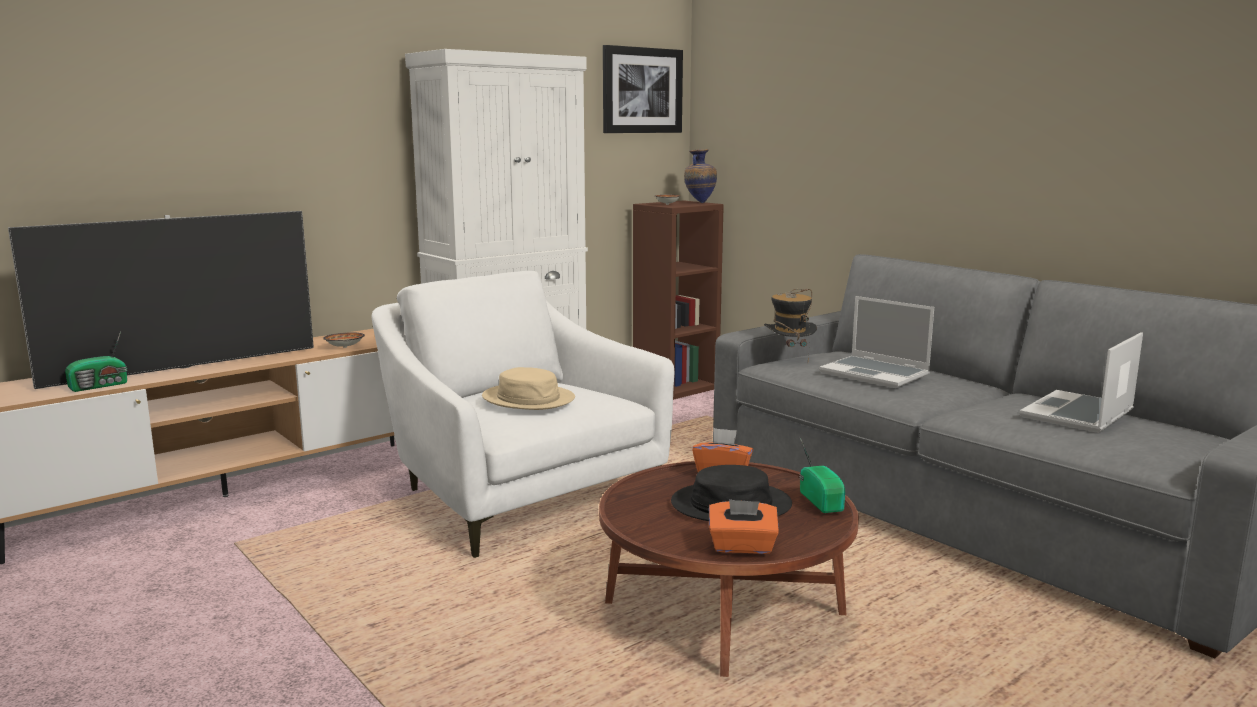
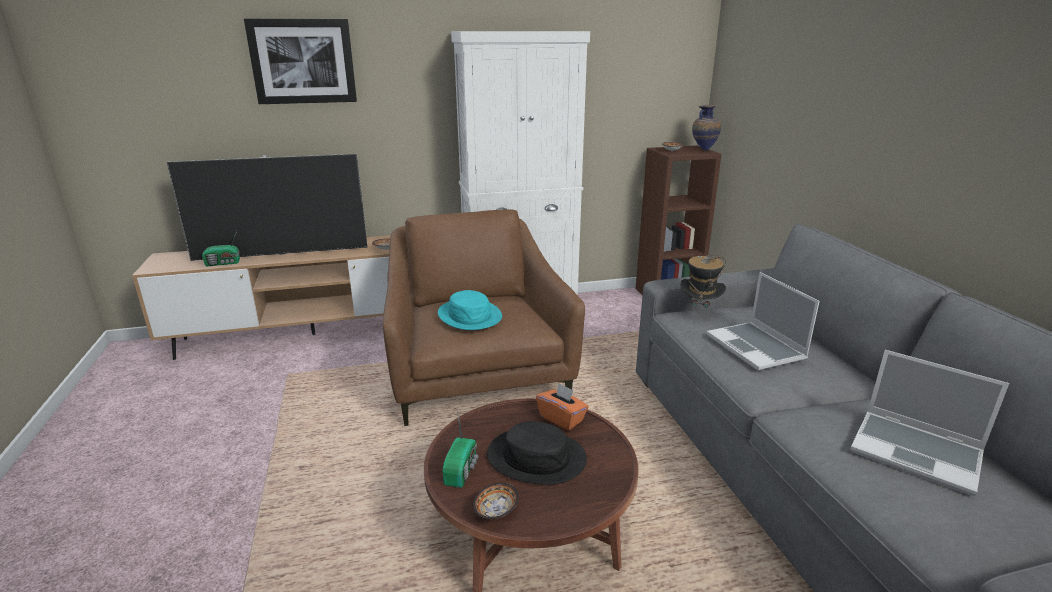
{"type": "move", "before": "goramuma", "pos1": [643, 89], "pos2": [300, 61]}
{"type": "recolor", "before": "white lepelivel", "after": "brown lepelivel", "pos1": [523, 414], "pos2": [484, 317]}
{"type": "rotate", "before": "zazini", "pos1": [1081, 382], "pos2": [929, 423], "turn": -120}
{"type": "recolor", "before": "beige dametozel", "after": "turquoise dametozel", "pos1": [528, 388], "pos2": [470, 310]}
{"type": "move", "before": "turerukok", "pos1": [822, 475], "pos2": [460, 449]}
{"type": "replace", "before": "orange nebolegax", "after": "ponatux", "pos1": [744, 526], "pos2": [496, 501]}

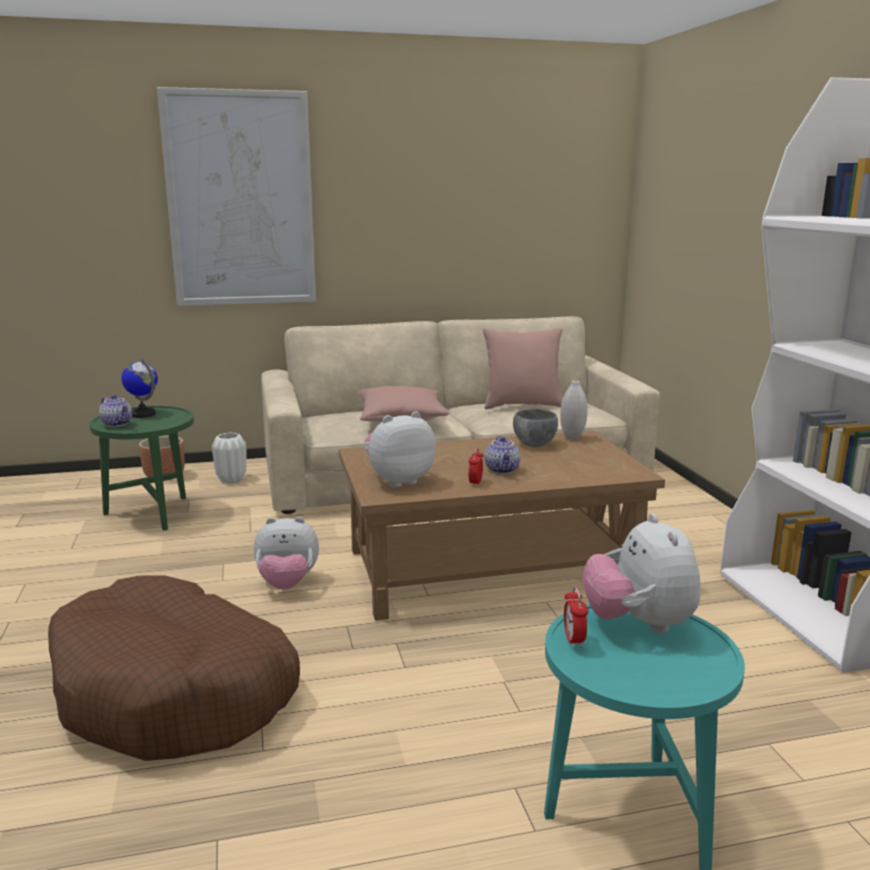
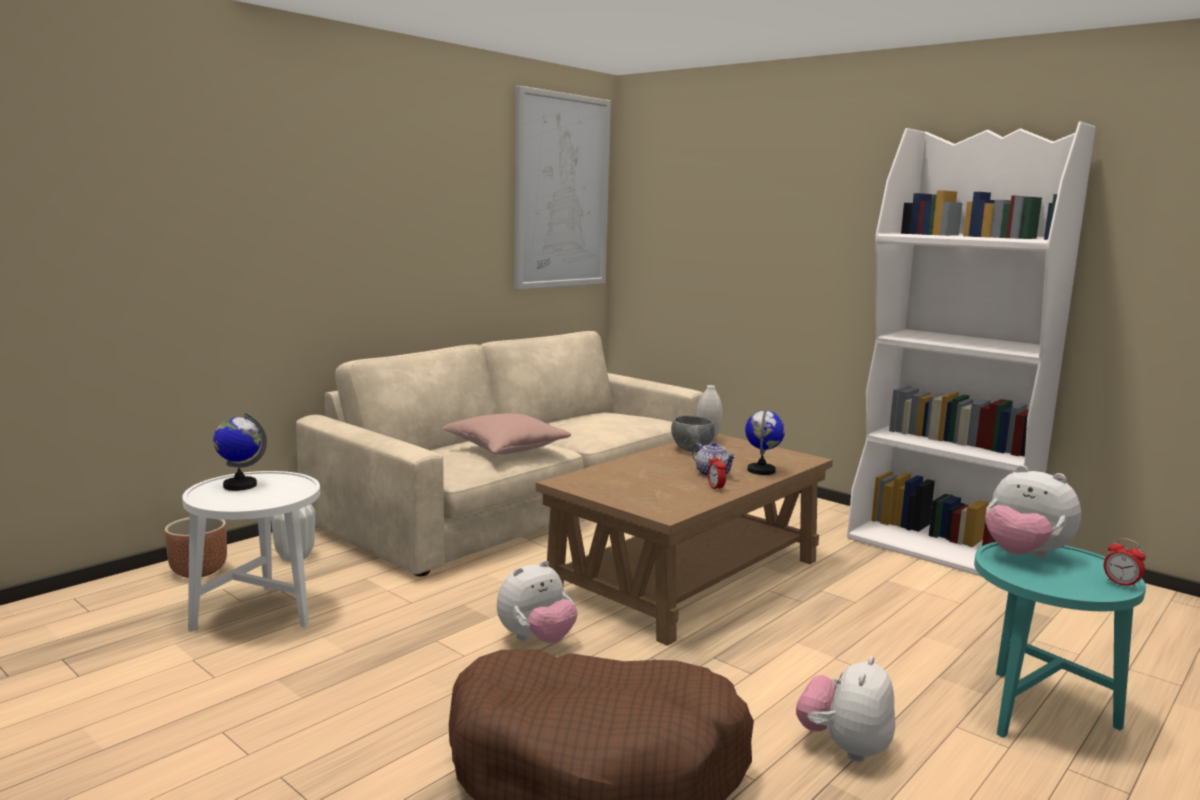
{"type": "move", "before": "goramuma", "pos1": [236, 196], "pos2": [562, 188]}
{"type": "delete", "before": "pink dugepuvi", "pos1": [523, 368]}
{"type": "delete", "before": "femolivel", "pos1": [115, 411]}
{"type": "recolor", "before": "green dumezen", "after": "white dumezen", "pos1": [141, 468], "pos2": [251, 551]}
{"type": "move", "before": "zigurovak", "pos1": [400, 449], "pos2": [845, 709]}
{"type": "move", "before": "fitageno", "pos1": [576, 617], "pos2": [1125, 563]}
{"type": "insert", "after": "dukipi", "pos2": [765, 441]}

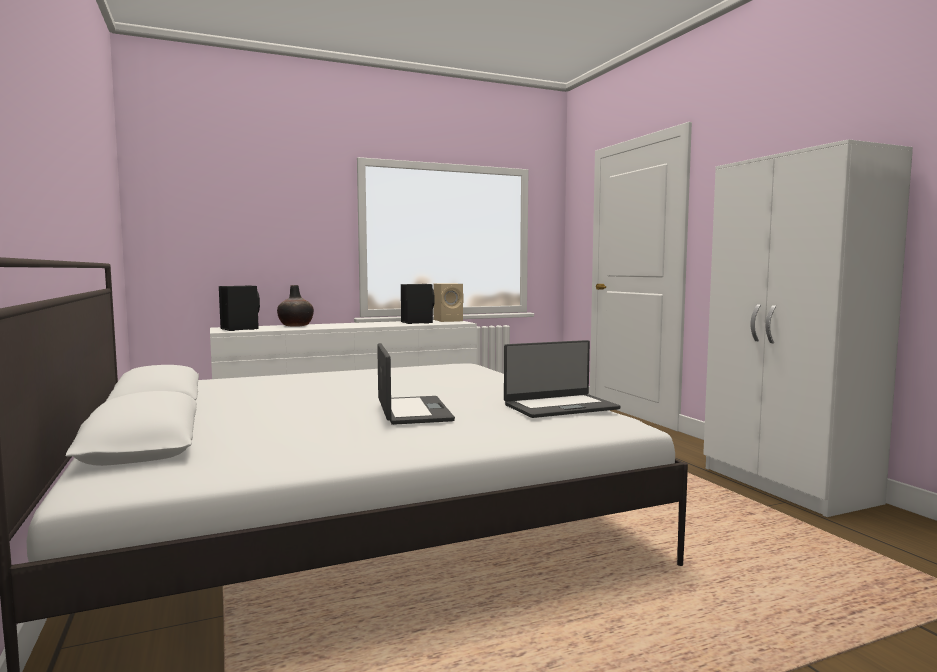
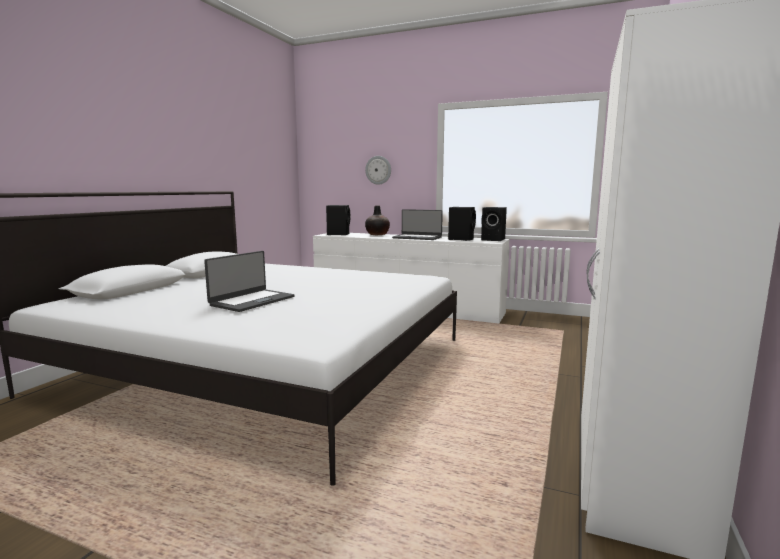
{"type": "recolor", "before": "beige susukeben", "after": "black susukeben", "pos1": [449, 302], "pos2": [494, 224]}
{"type": "move", "before": "zazini", "pos1": [562, 379], "pos2": [417, 224]}
{"type": "insert", "after": "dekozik", "pos2": [378, 170]}

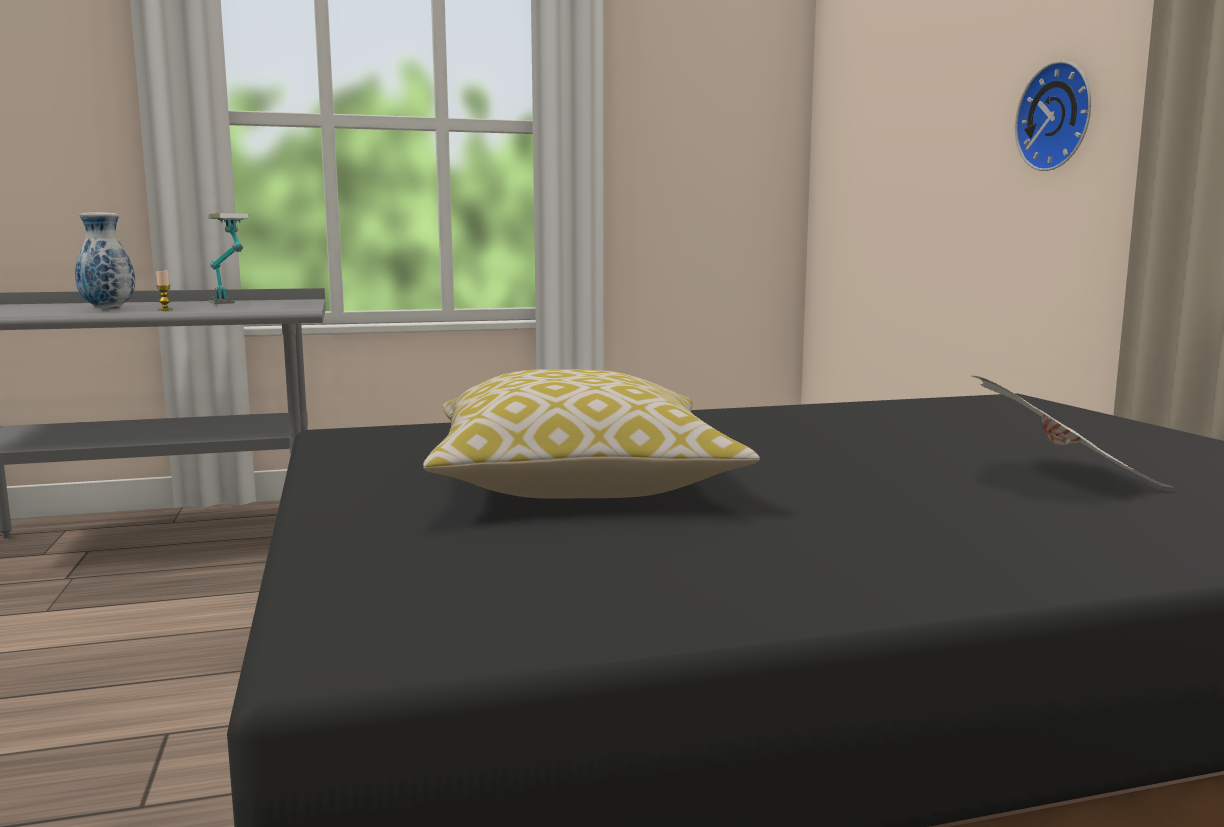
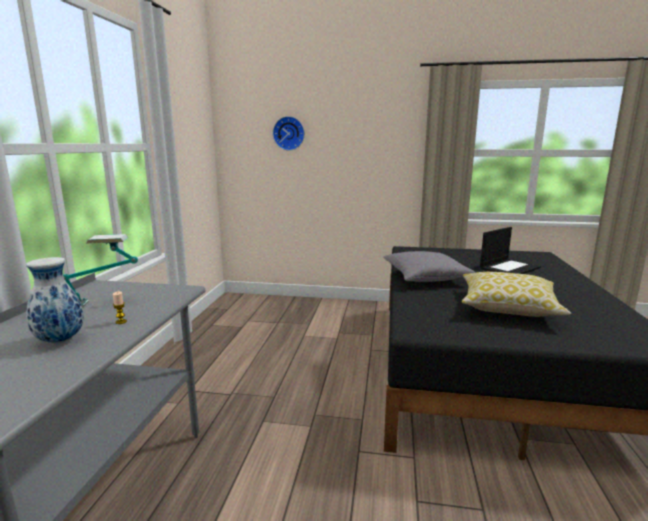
{"type": "move", "before": "dekozik", "pos1": [1053, 116], "pos2": [289, 133]}
{"type": "replace", "before": "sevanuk", "after": "zazini", "pos1": [1072, 431], "pos2": [510, 250]}
{"type": "insert", "after": "grey dugepuvi", "pos2": [429, 266]}

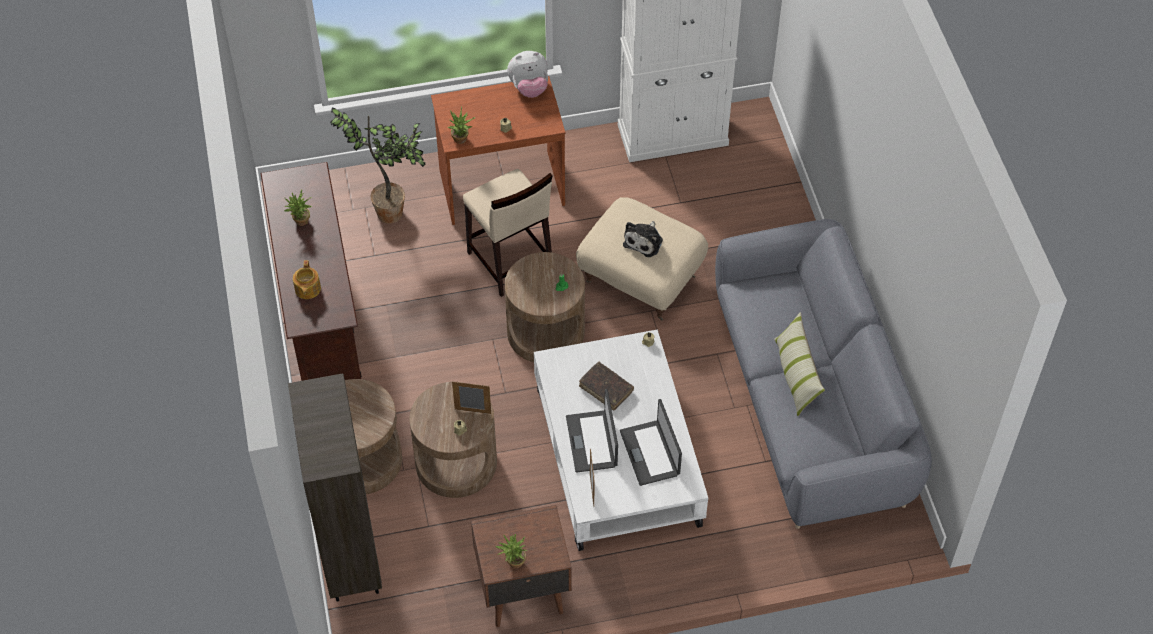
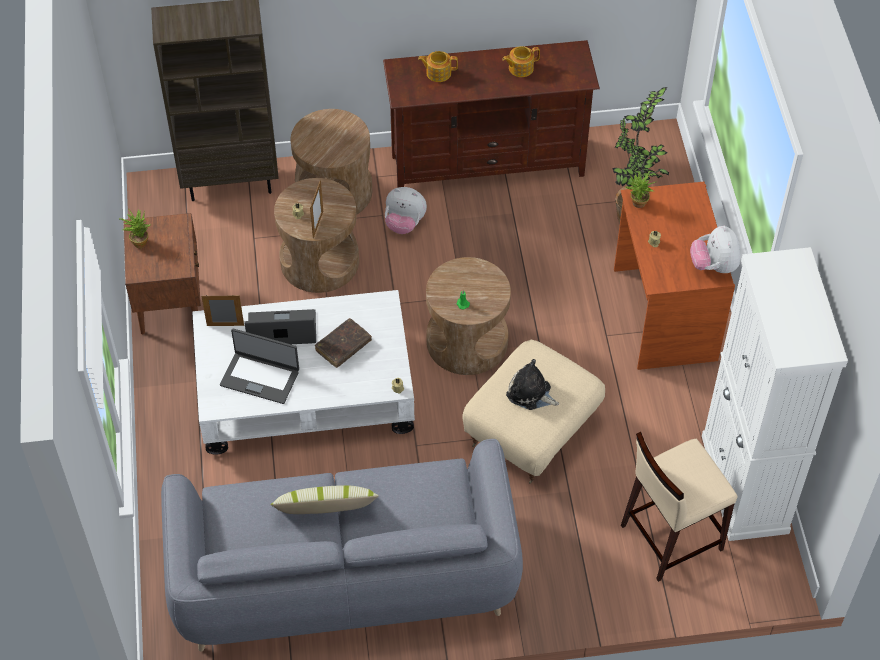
{"type": "move", "before": "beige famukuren", "pos1": [507, 233], "pos2": [679, 507]}
{"type": "replace", "before": "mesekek", "after": "femolivel", "pos1": [298, 208], "pos2": [521, 61]}
{"type": "rotate", "before": "zazini", "pos1": [651, 442], "pos2": [259, 366], "turn": -150}
{"type": "insert", "after": "zigurovak", "pos2": [406, 210]}

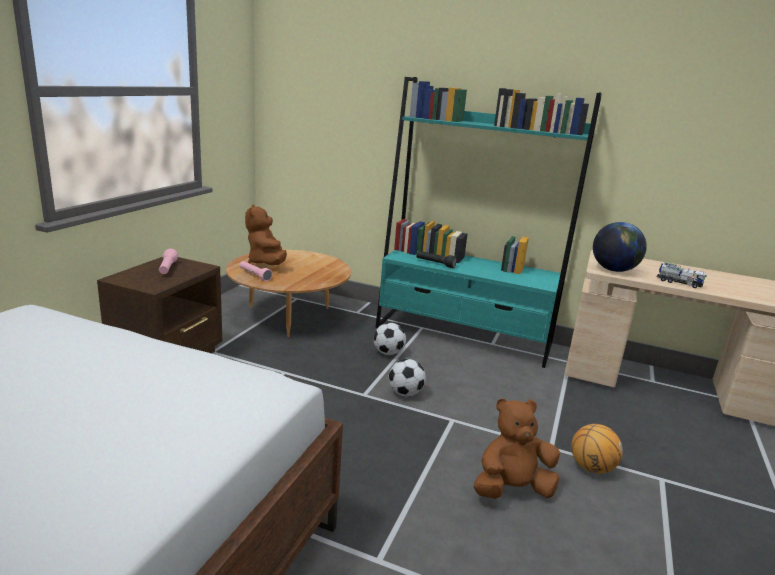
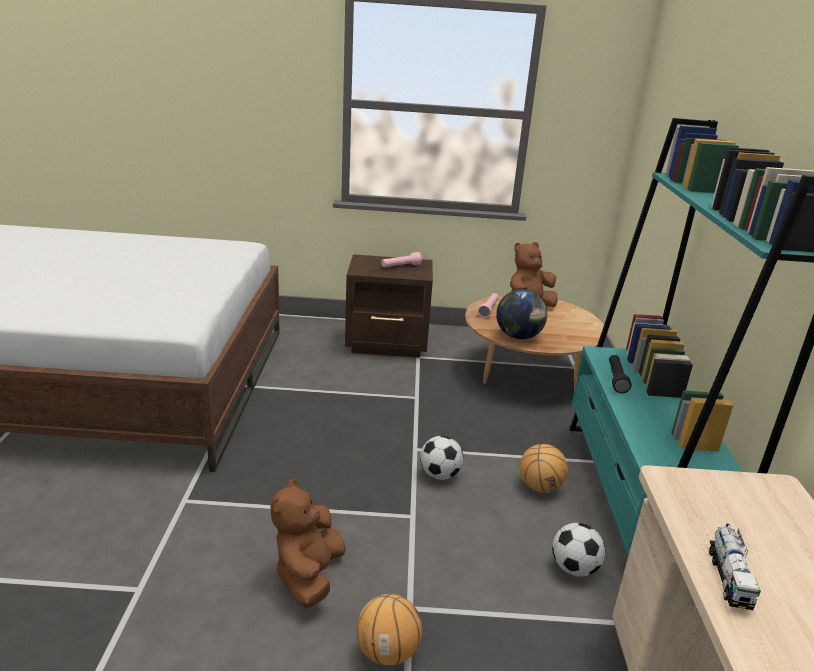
{"type": "move", "before": "dukipi", "pos1": [620, 247], "pos2": [521, 314]}
{"type": "move", "before": "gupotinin", "pos1": [390, 339], "pos2": [578, 549]}
{"type": "rotate", "before": "brown zigurovak", "pos1": [517, 448], "pos2": [308, 543], "turn": -135}
{"type": "insert", "after": "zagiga", "pos2": [544, 468]}

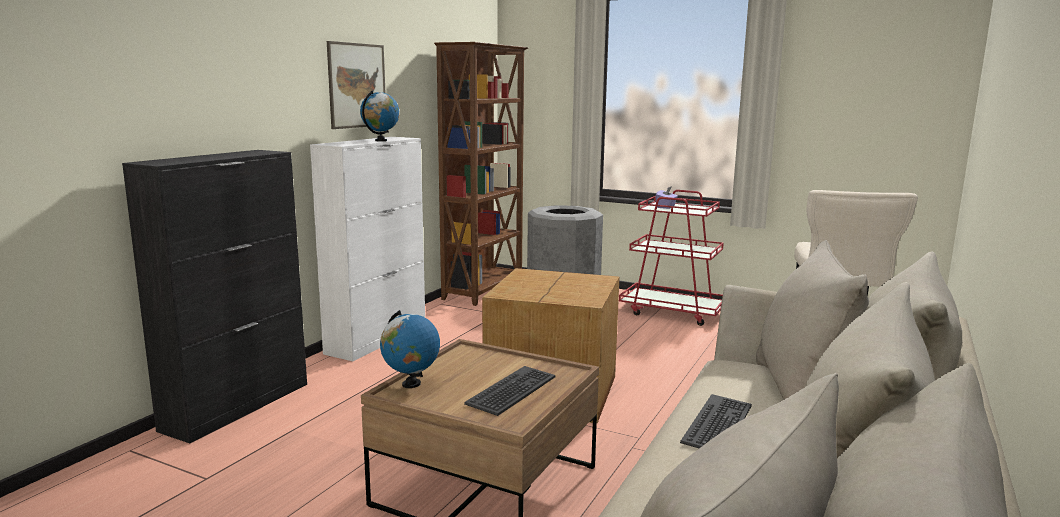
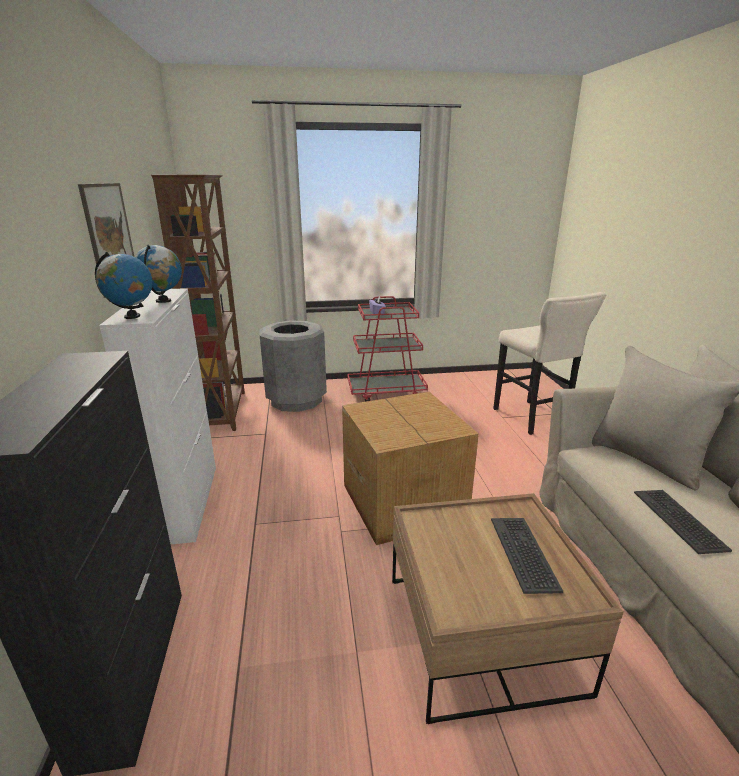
{"type": "move", "before": "dukipi", "pos1": [410, 349], "pos2": [124, 285]}

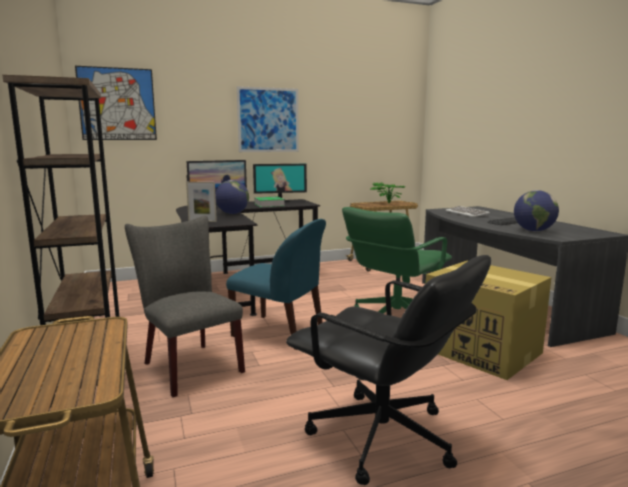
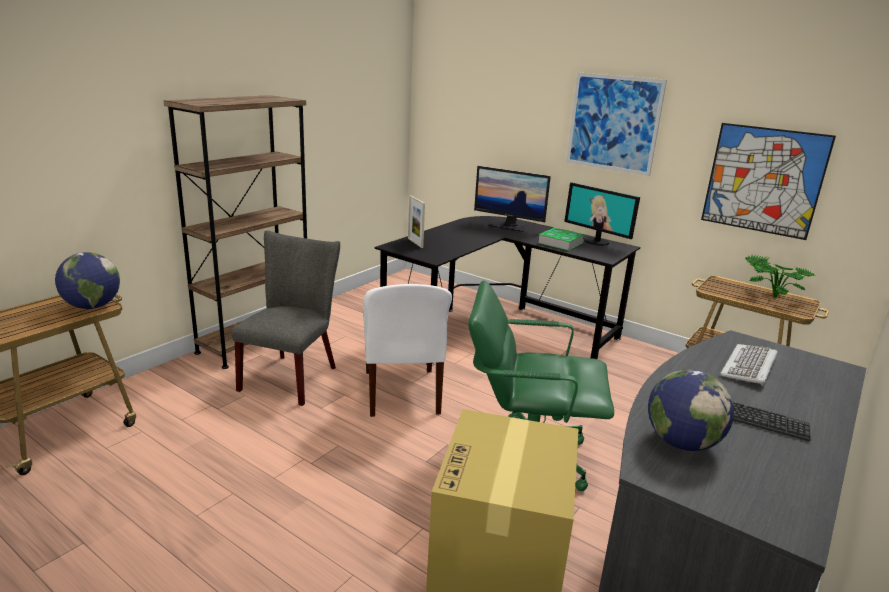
{"type": "move", "before": "goramuma", "pos1": [116, 103], "pos2": [768, 181]}
{"type": "move", "before": "dukipi", "pos1": [232, 197], "pos2": [87, 280]}
{"type": "recolor", "before": "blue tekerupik", "after": "white tekerupik", "pos1": [276, 284], "pos2": [407, 350]}
{"type": "delete", "before": "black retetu", "pos1": [388, 370]}

